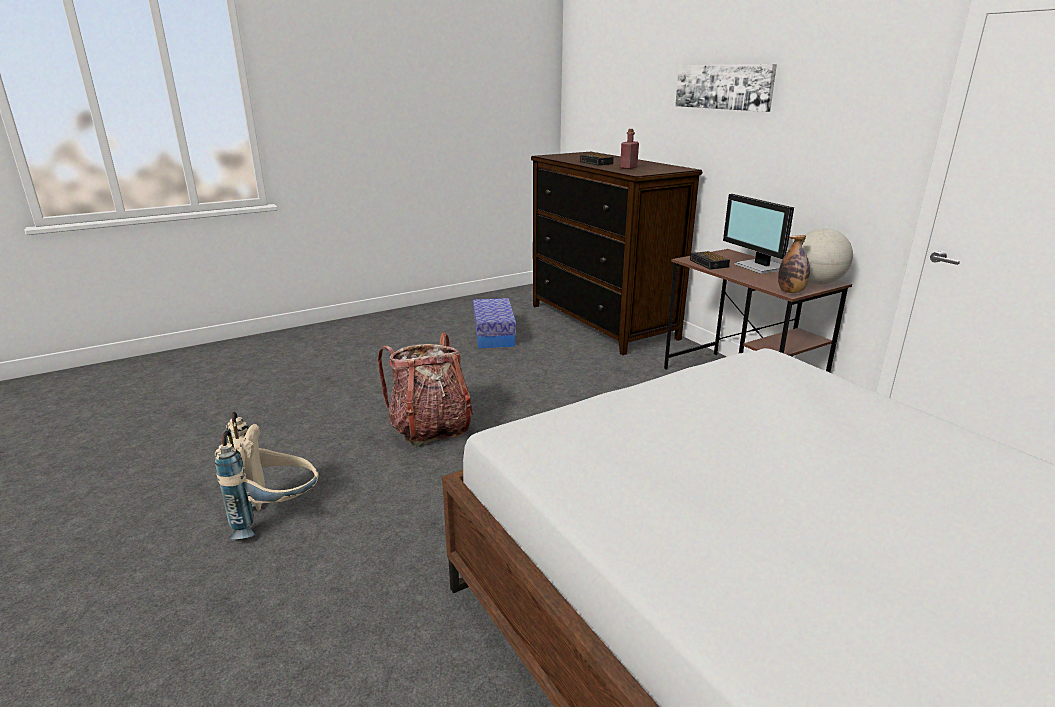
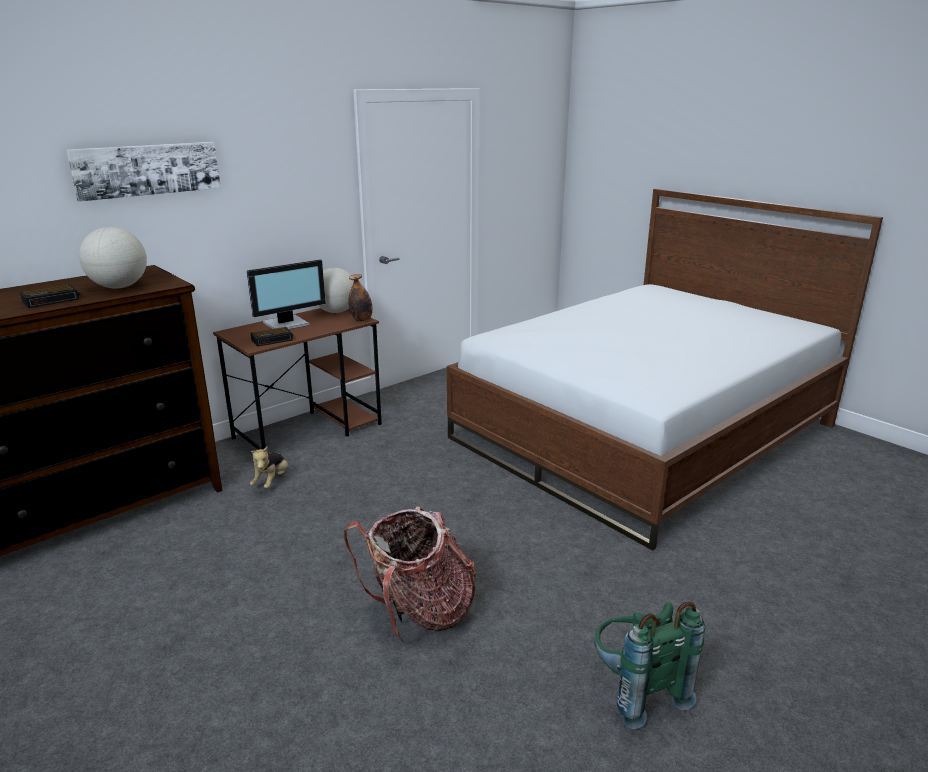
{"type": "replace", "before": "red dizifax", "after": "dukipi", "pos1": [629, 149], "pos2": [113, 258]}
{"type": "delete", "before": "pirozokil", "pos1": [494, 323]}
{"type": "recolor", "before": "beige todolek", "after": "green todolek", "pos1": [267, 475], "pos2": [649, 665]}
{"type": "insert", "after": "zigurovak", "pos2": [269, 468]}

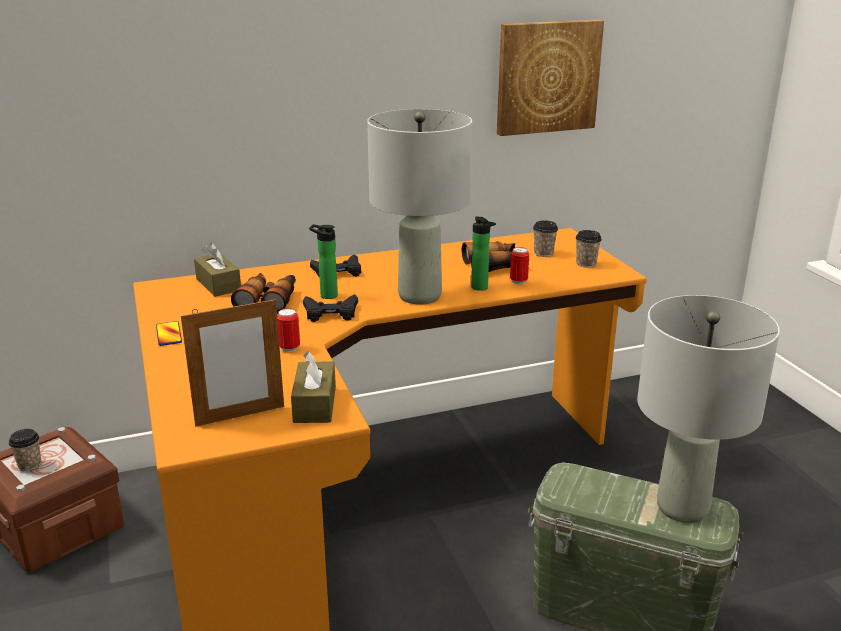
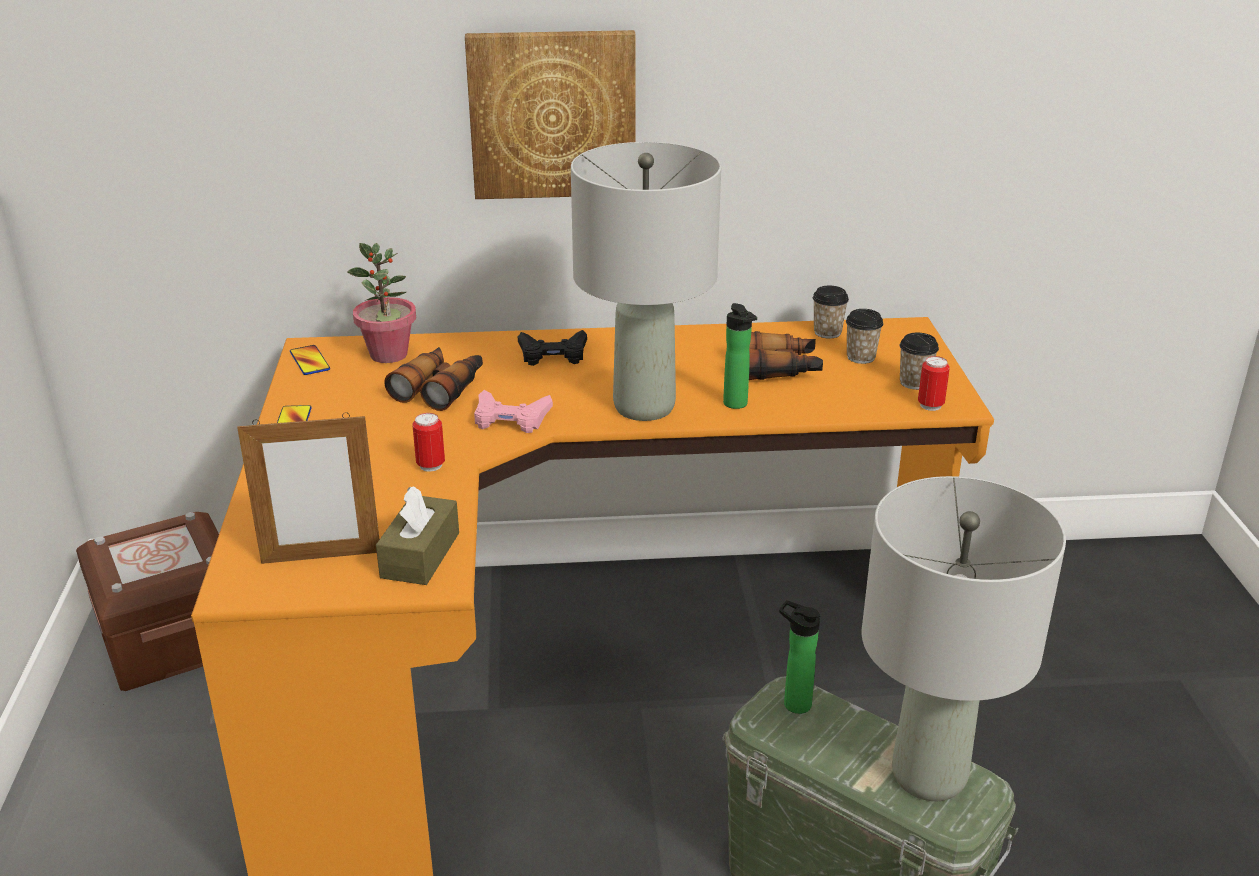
{"type": "move", "before": "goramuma", "pos1": [550, 78], "pos2": [550, 114]}
{"type": "move", "before": "dizifax", "pos1": [323, 261], "pos2": [800, 657]}
{"type": "replace", "before": "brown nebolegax", "after": "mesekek", "pos1": [217, 270], "pos2": [381, 303]}
{"type": "move", "before": "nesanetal", "pos1": [519, 265], "pos2": [934, 383]}
{"type": "recolor", "before": "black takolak", "after": "pink takolak", "pos1": [330, 308], "pos2": [513, 411]}
{"type": "move", "before": "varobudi", "pos1": [25, 450], "pos2": [831, 312]}
{"type": "insert", "after": "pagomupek", "pos2": [310, 360]}

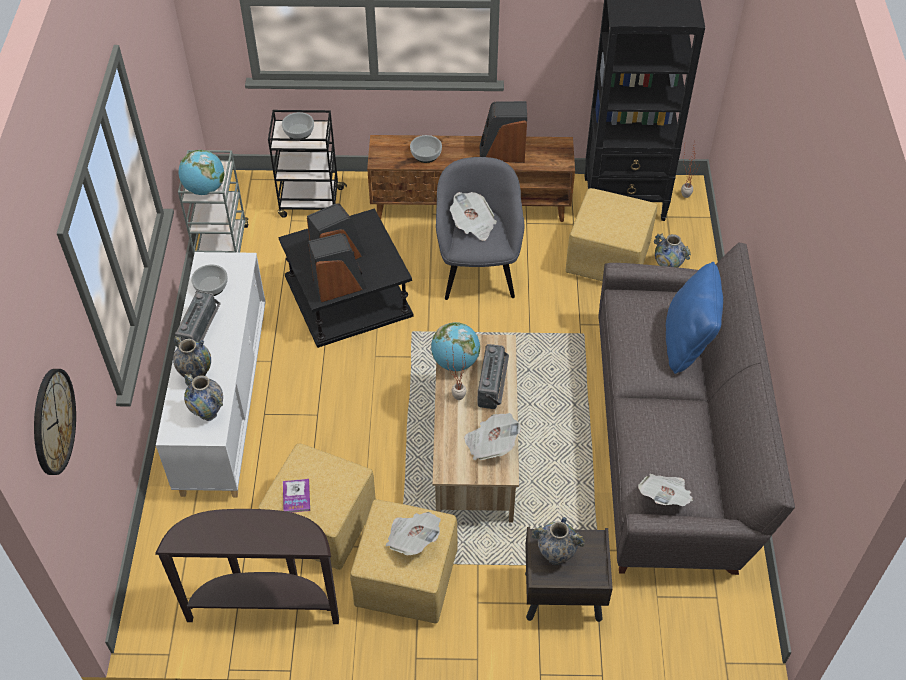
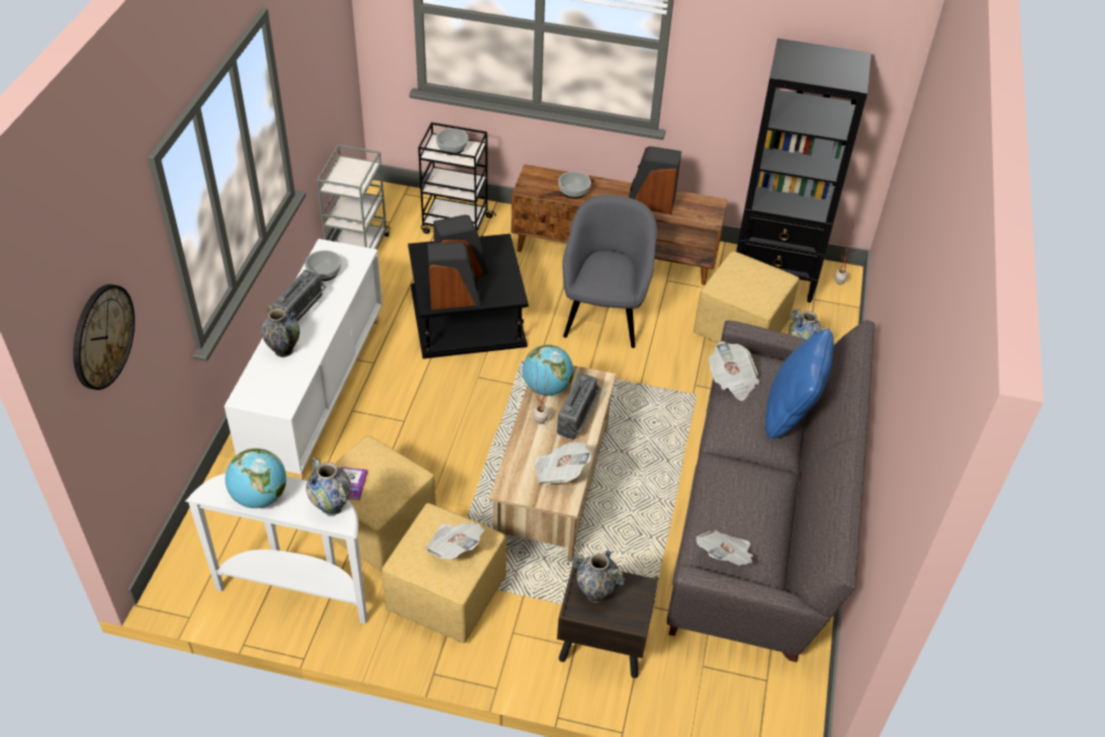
{"type": "move", "before": "dukipi", "pos1": [201, 172], "pos2": [255, 478]}
{"type": "move", "before": "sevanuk", "pos1": [473, 216], "pos2": [734, 371]}
{"type": "move", "before": "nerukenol", "pos1": [203, 397], "pos2": [328, 486]}
{"type": "recolor", "before": "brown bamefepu", "after": "white bamefepu", "pos1": [247, 566], "pos2": [276, 548]}

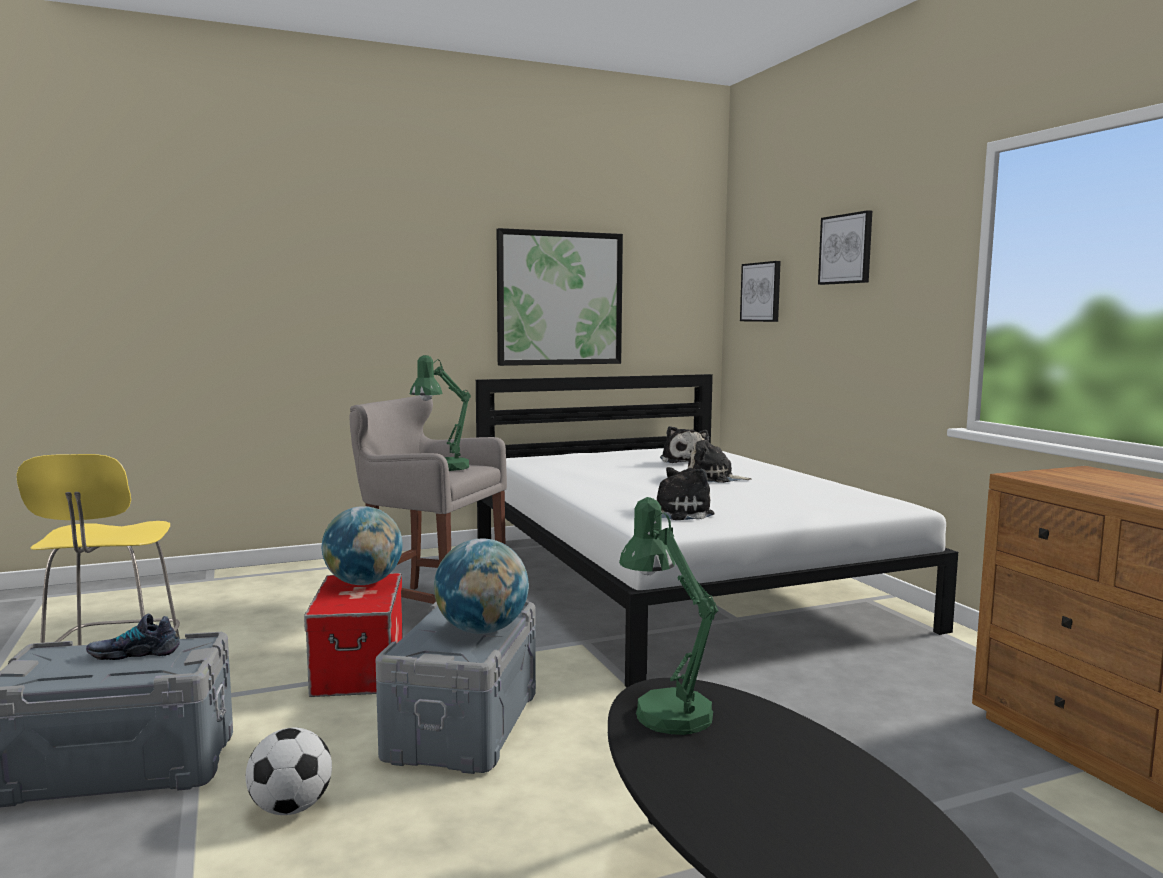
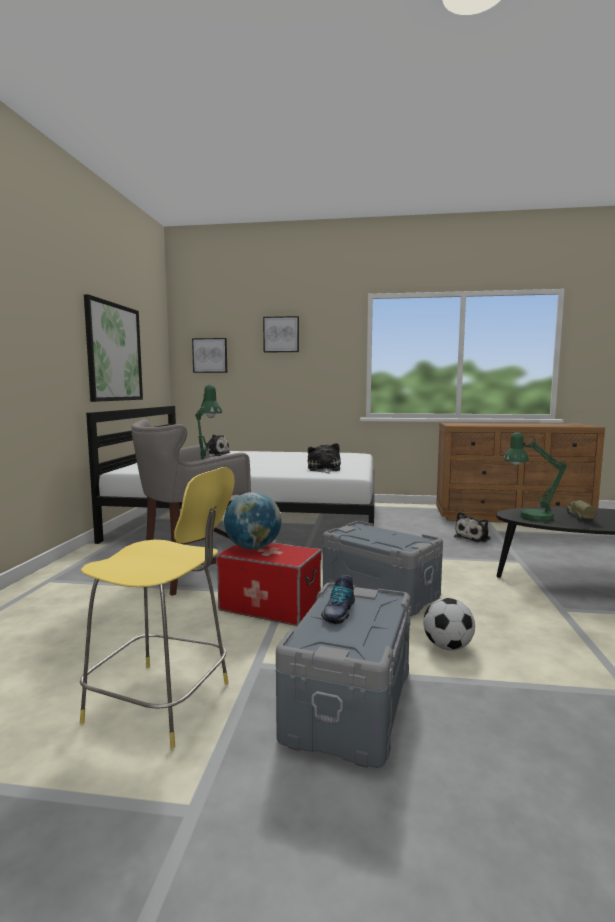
{"type": "move", "before": "zigurovak", "pos1": [719, 459], "pos2": [472, 527]}
{"type": "delete", "before": "dukipi", "pos1": [481, 586]}
{"type": "insert", "after": "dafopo", "pos2": [581, 510]}

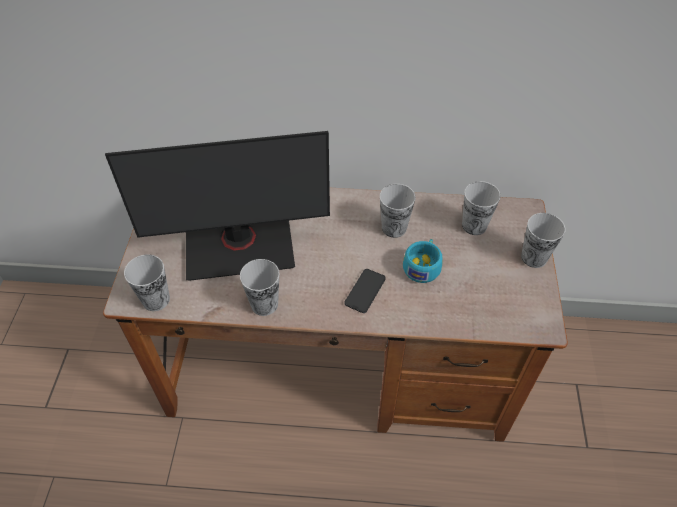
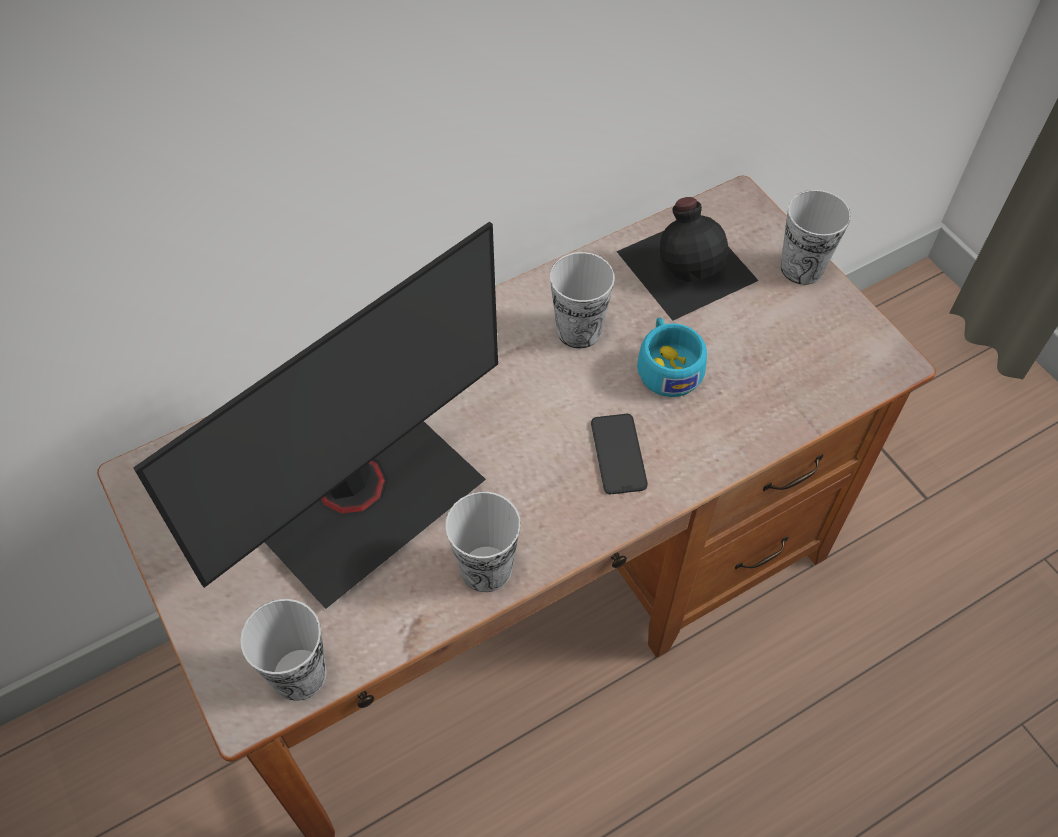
{"type": "replace", "before": "varobudi", "after": "black dizifax", "pos1": [481, 208], "pos2": [687, 259]}

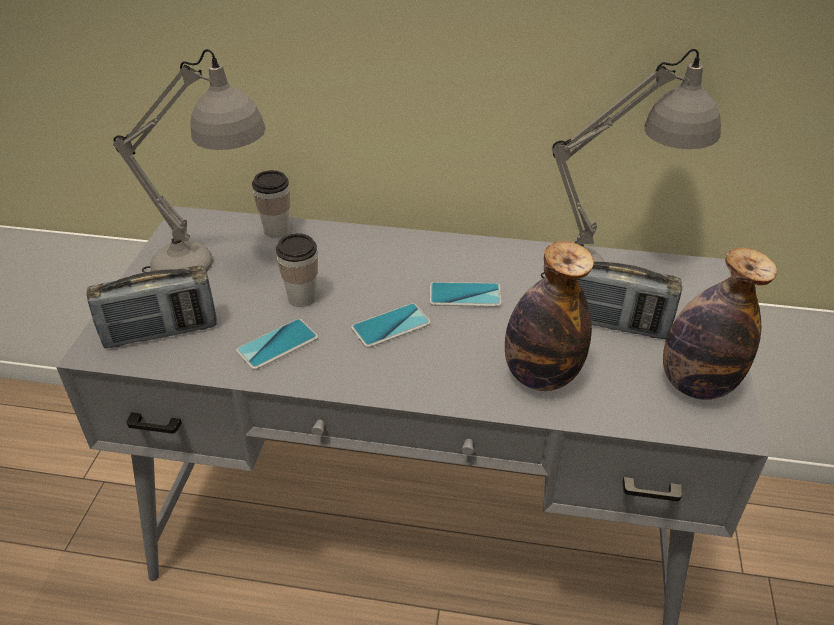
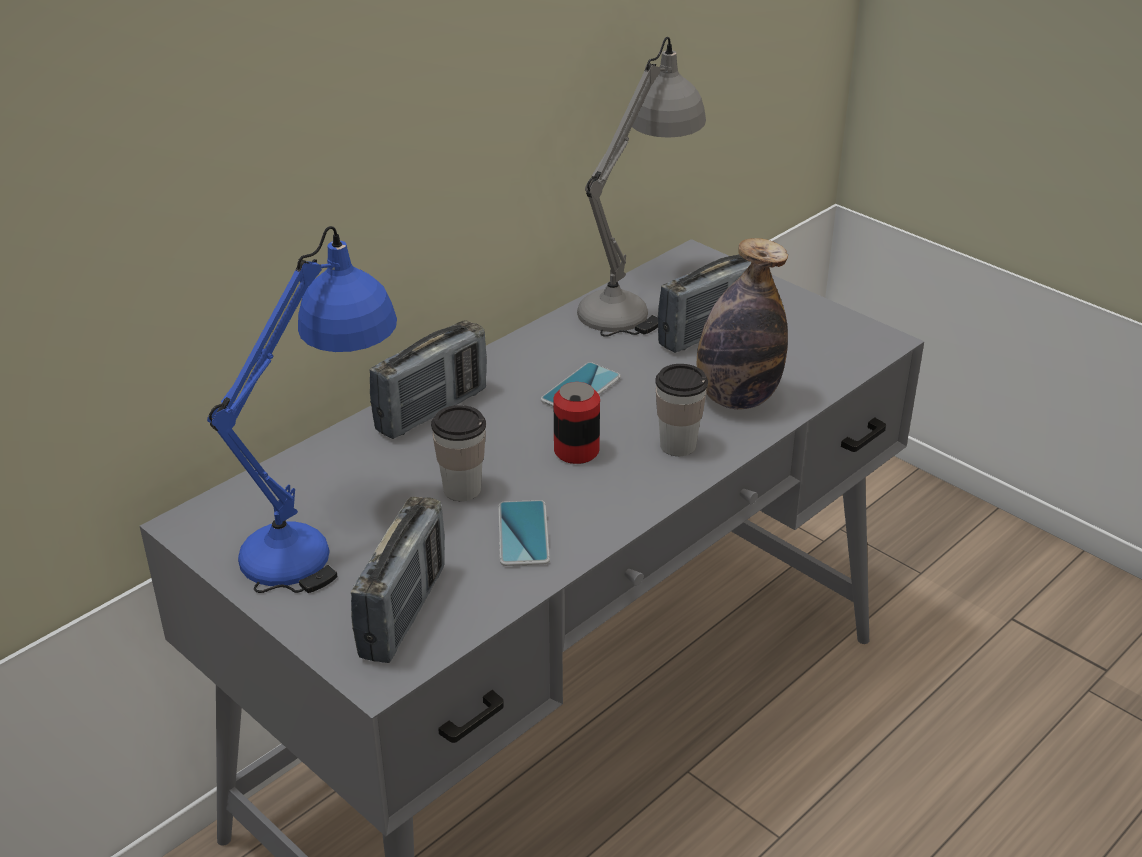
{"type": "recolor", "before": "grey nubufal", "after": "blue nubufal", "pos1": [189, 161], "pos2": [302, 409]}
{"type": "move", "before": "varobudi", "pos1": [271, 204], "pos2": [681, 410]}
{"type": "delete", "before": "dizifax", "pos1": [720, 324]}
{"type": "replace", "before": "pagomupek", "after": "nesanetal", "pos1": [391, 325], "pos2": [577, 423]}
{"type": "insert", "after": "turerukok", "pos2": [428, 379]}

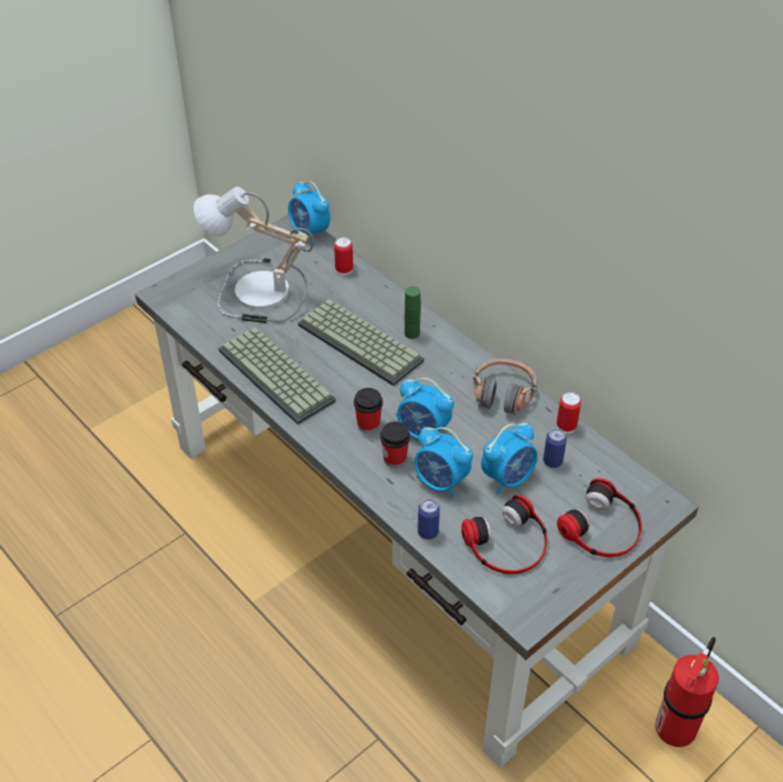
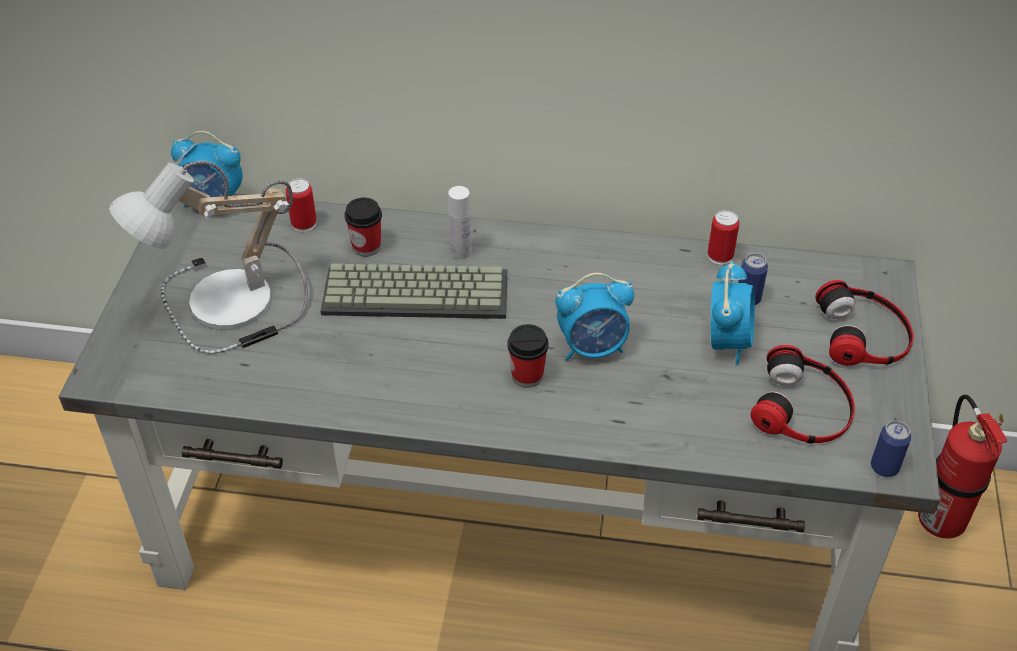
{"type": "recolor", "before": "green dizifax", "after": "white dizifax", "pos1": [412, 312], "pos2": [460, 222]}
{"type": "delete", "before": "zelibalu", "pos1": [277, 376]}
{"type": "delete", "before": "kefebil", "pos1": [505, 387]}
{"type": "move", "before": "varobudi", "pos1": [395, 444], "pos2": [363, 227]}
{"type": "delete", "before": "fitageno", "pos1": [443, 462]}
{"type": "move", "before": "nesanetal", "pos1": [429, 519], "pos2": [891, 448]}

